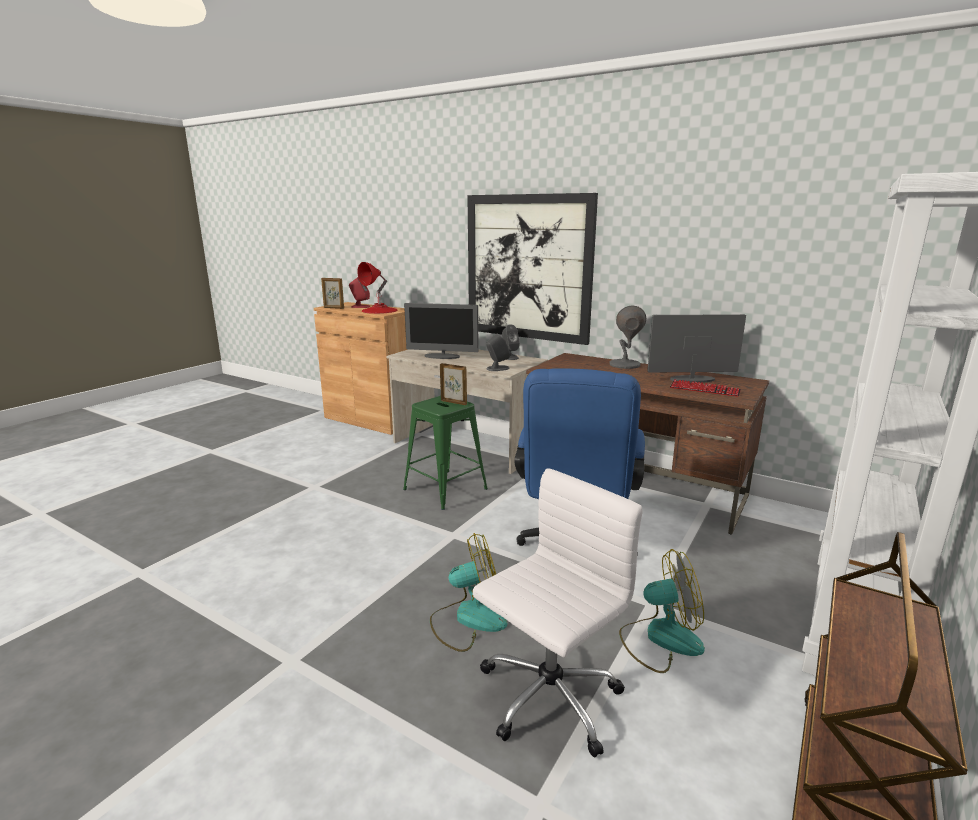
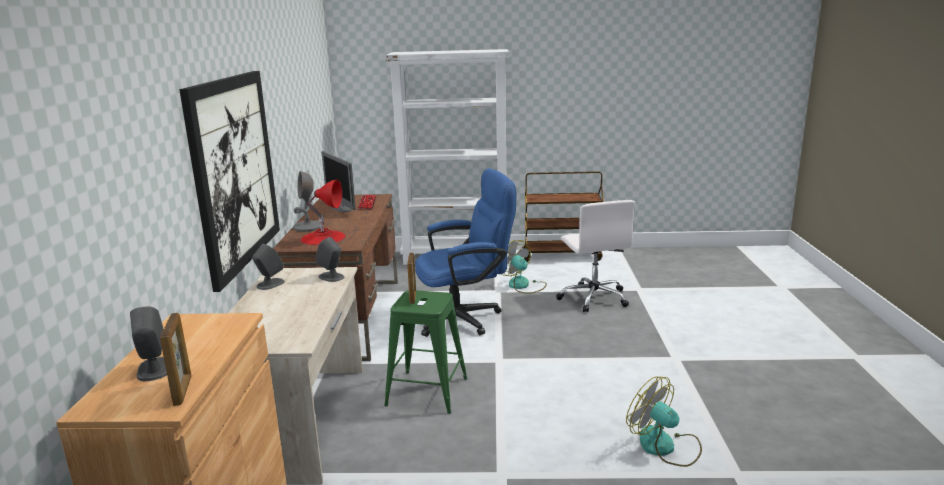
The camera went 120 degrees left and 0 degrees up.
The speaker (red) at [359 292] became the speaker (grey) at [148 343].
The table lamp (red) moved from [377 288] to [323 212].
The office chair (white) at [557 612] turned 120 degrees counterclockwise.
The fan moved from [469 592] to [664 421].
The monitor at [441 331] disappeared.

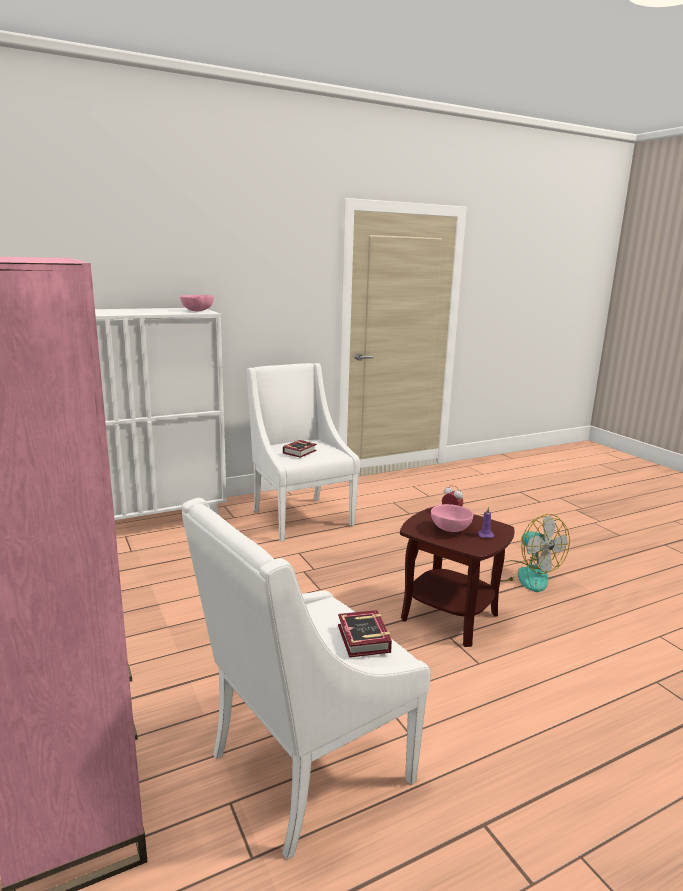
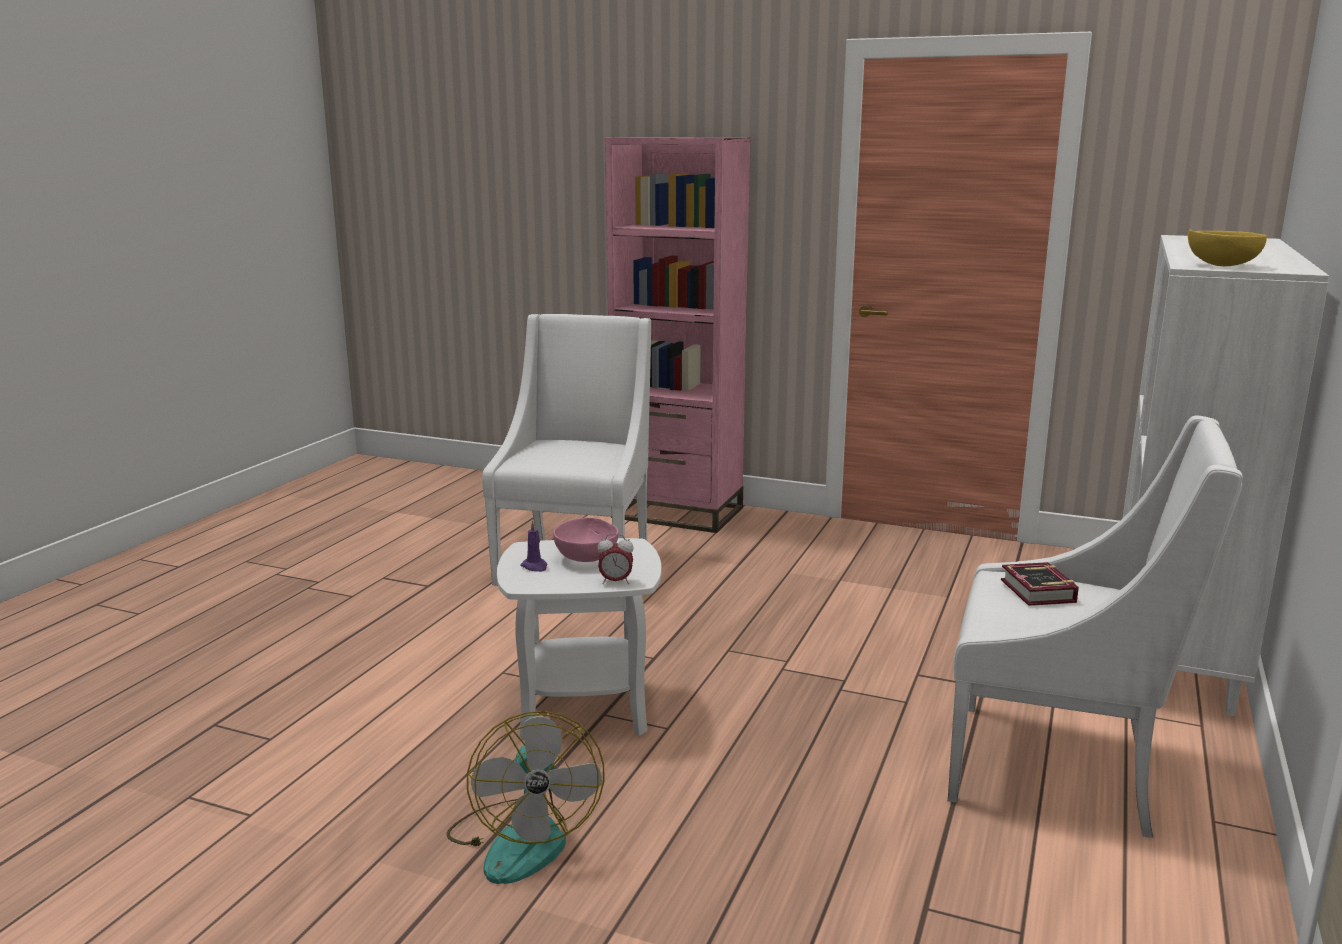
The camera went 140 degrees right and 0 degrees up.
The fan at [530 553] turned 120 degrees counterclockwise.
The side table (brown) at [457 576] became the side table (white) at [579 638].
The bowl (pink) at [197 303] became the bowl (yellow) at [1227 247].
The book at [365 634] disappeared.

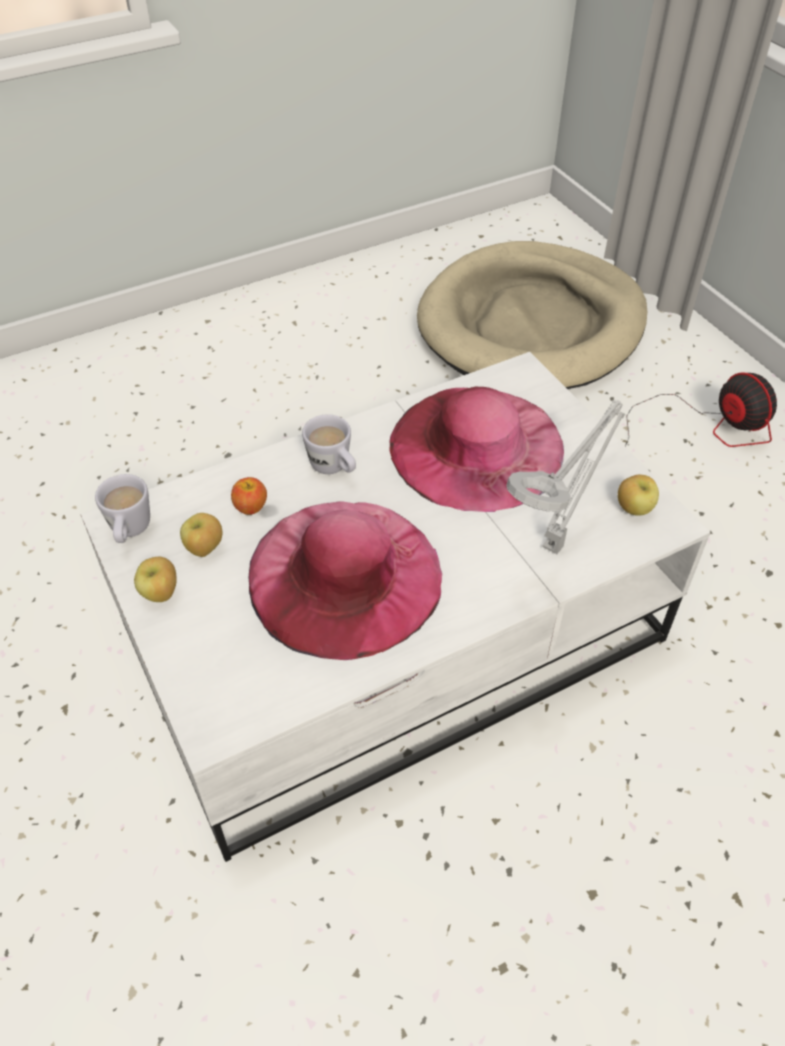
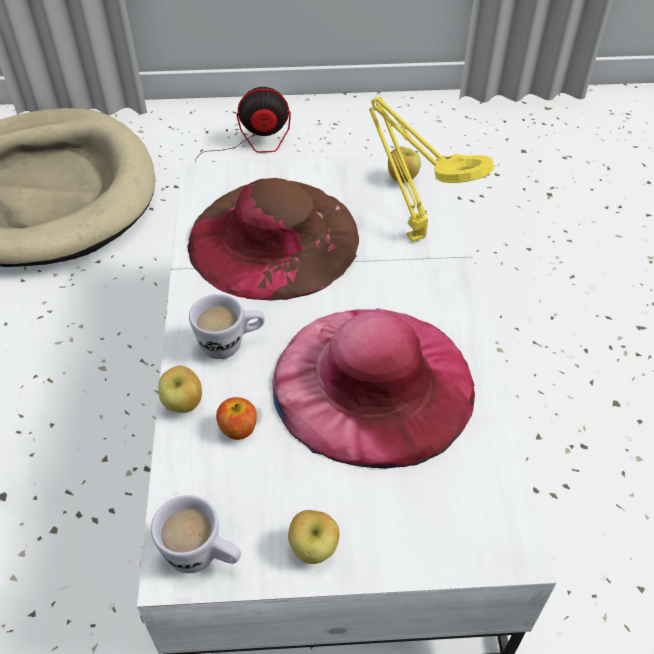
The camera went 65 degrees left and 0 degrees up.
The apple moved from [201 535] to [180 389].
The hat (pink) at [477 449] became the hat (brown) at [273 239].
The table lamp (grey) at [565 477] became the table lamp (yellow) at [431 169].

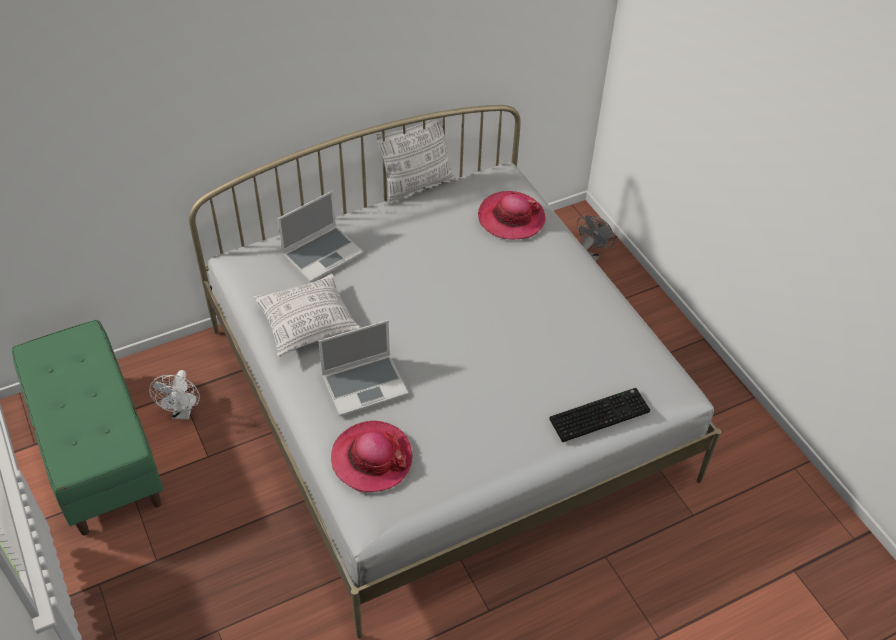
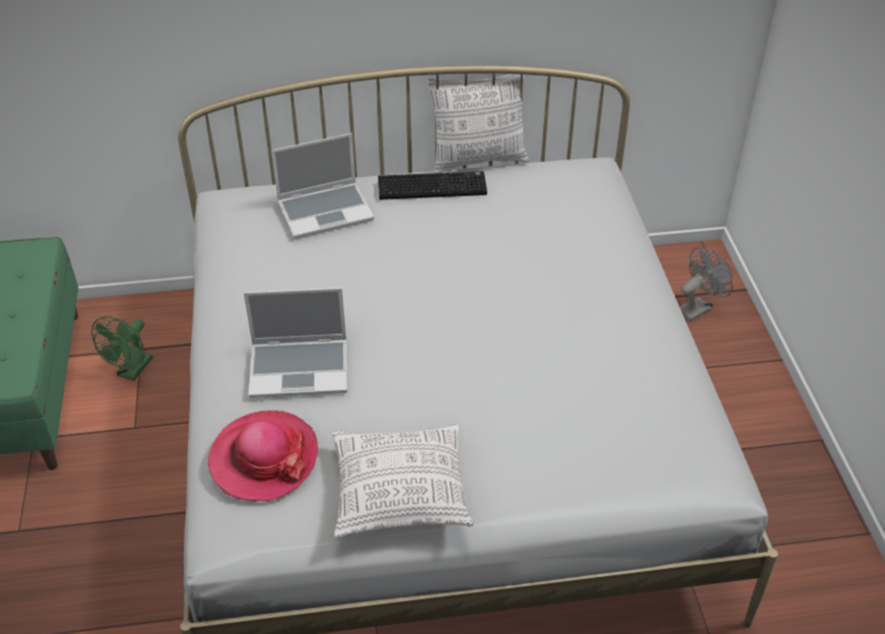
The camera went 20 degrees right and 5 degrees down.
The fan (white) at [174 395] became the fan (green) at [122 348].
The pillow moved from [307 315] to [403 480].
The keyboard moved from [599 415] to [432 185].
The hat at [512 215] disappeared.

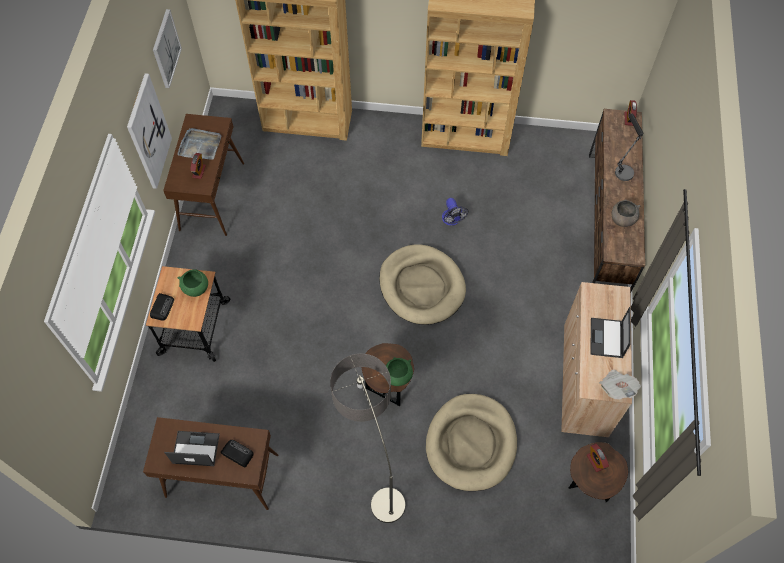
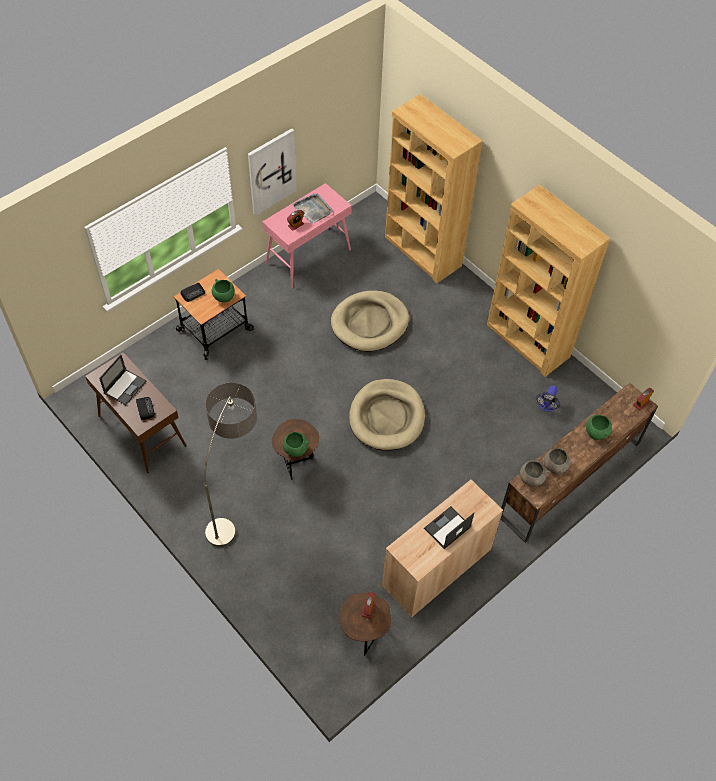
The camera went 40 degrees right and 5 degrees down.
The laptop at [192 448] turned 75 degrees clockwise.
The console table (brown) at [203 175] became the console table (pink) at [307 235].
The dog bed (beige) moved from [471 442] to [370 321].
The bowl (grey) at [534 474] appeared.
The fan moved from [455 212] to [548 398].
The table lamp at [629 147] was replaced by the bowl (green) at [599 427].
The picture at [167 48] disappeared.
The newspaper at [620 385] disappeared.

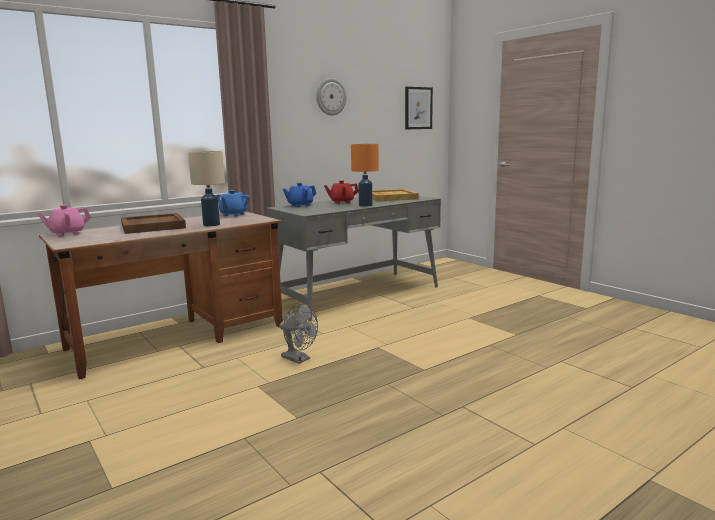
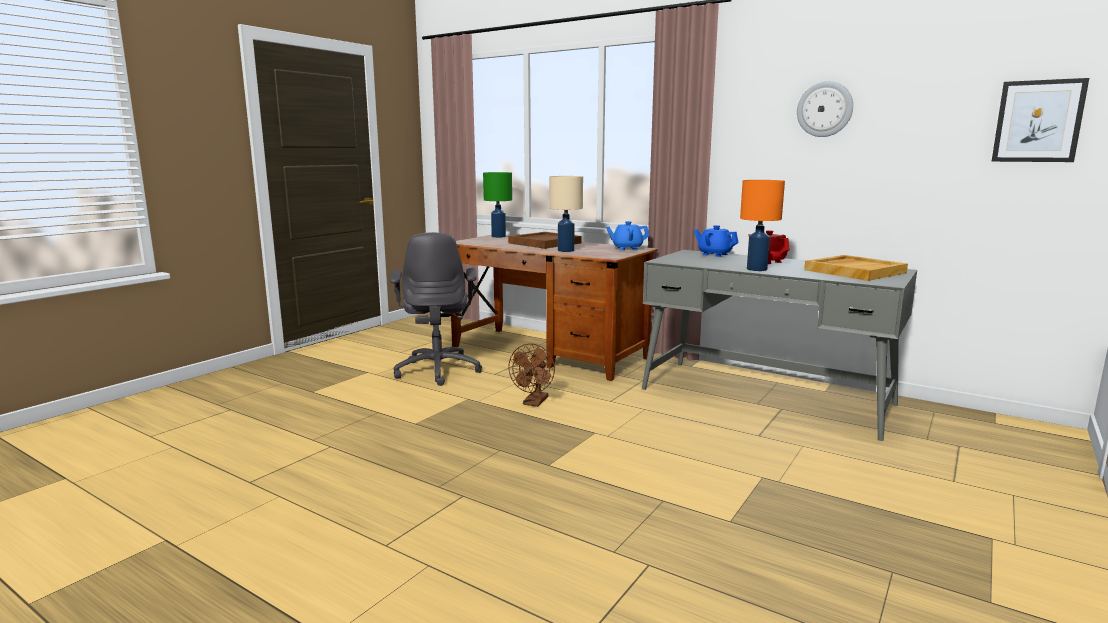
The camera went 70 degrees right and 0 degrees up.
The office chair (grey) at [436 309] appeared.
The teapot (pink) at [64 221] was replaced by the table lamp (green) at [497 205].
The fan (grey) at [298 334] became the fan (brown) at [531 375].

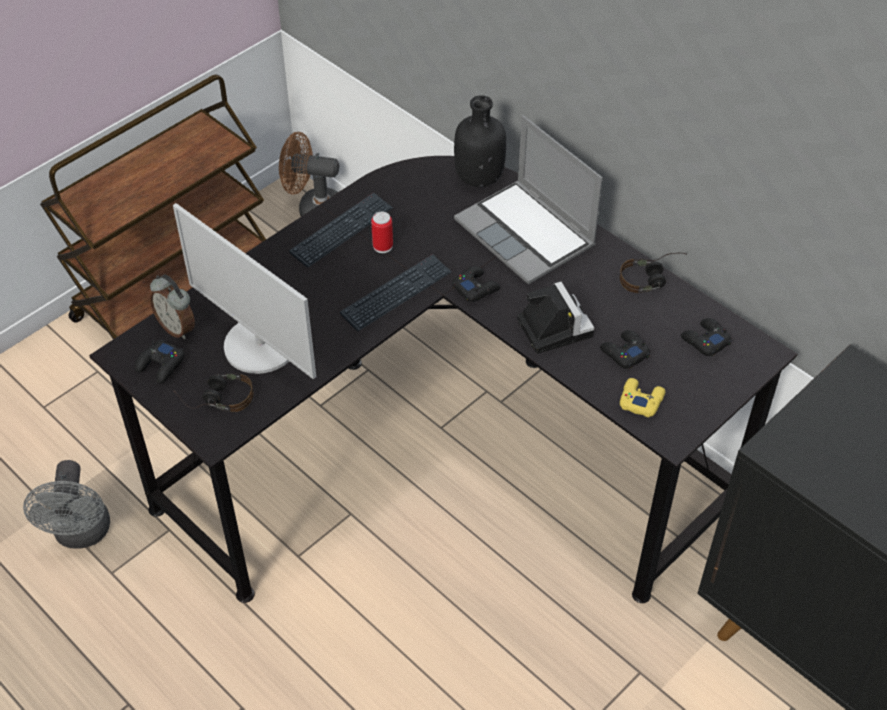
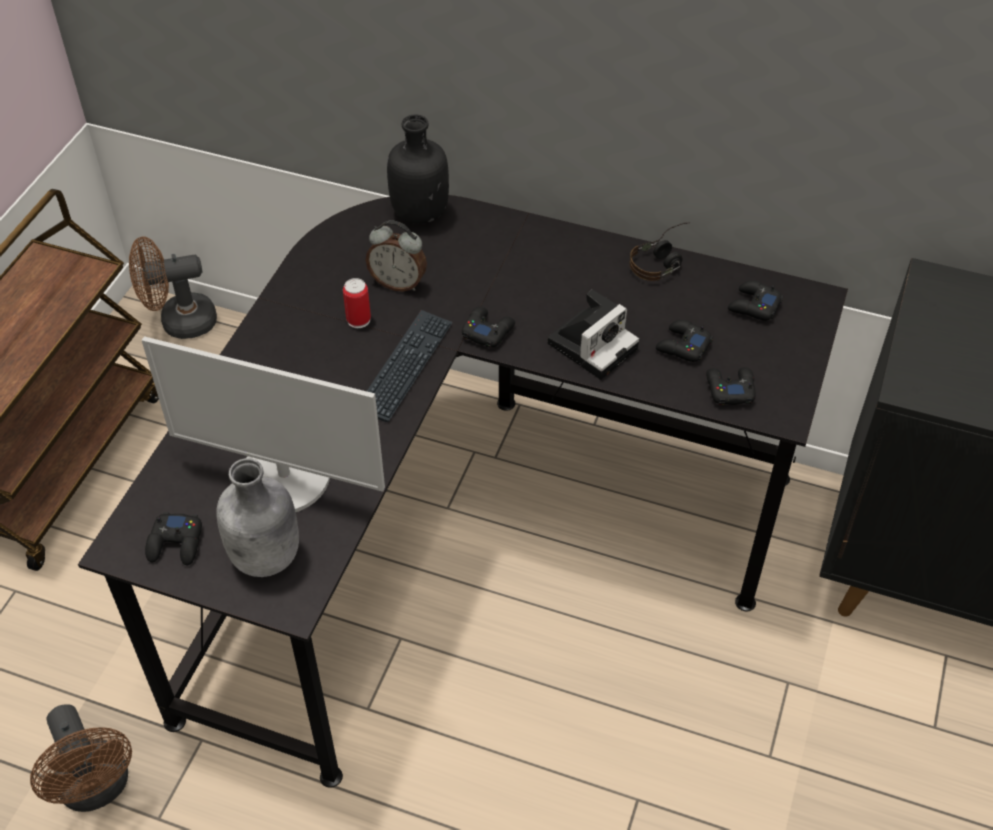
The camera went 25 degrees left and 0 degrees up.
The fan (grey) at [66 504] became the fan (brown) at [81 758].
The headphones at [213 392] was replaced by the bottle (grey) at [257 517].
The alarm clock moved from [172 307] to [396 256].
The photo camera at [556 317] turned 90 degrees clockwise.
The game controller (yellow) at [642 398] became the game controller (black) at [731 386].
The keyboard at [341 229] disappeared.
The laptop at [528 200] disappeared.

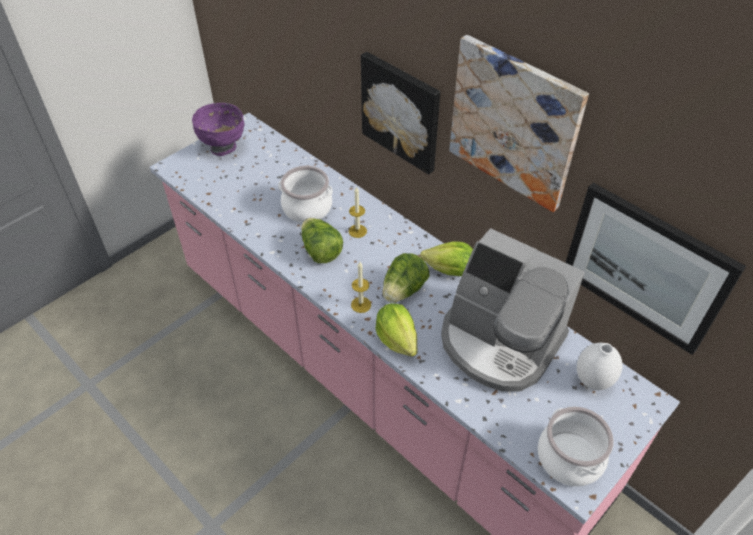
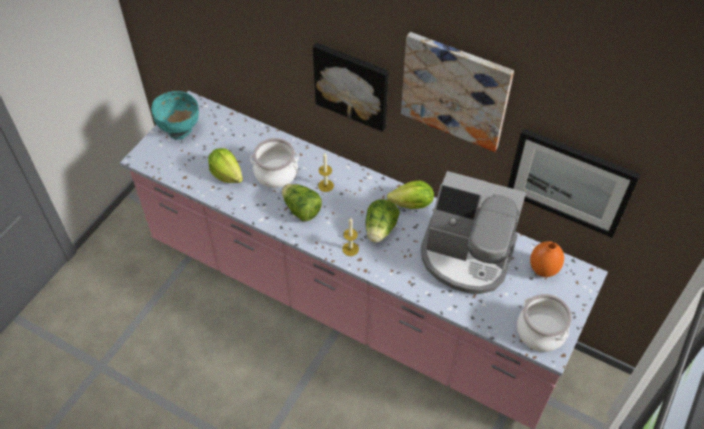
The camera went 15 degrees left and 5 degrees up.
The bowl (purple) at [218 129] became the bowl (turquoise) at [175 115].
The lettuce moved from [397 330] to [225 165].
The vase (white) at [599 366] became the vase (orange) at [547 259].

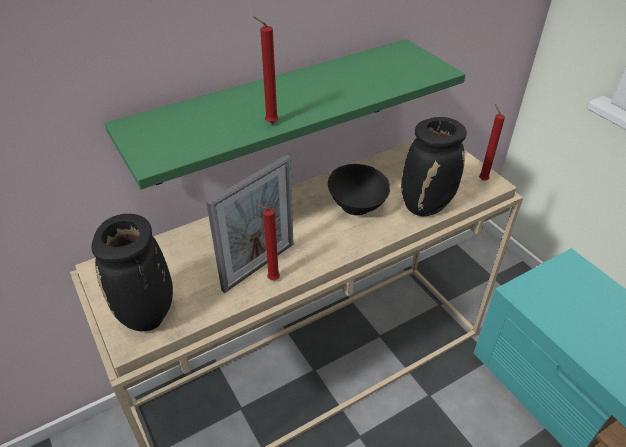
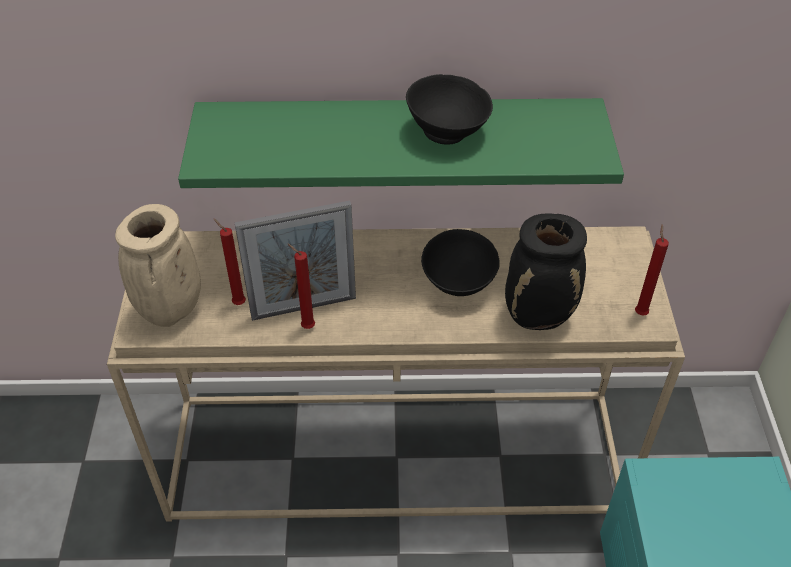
The camera went 30 degrees right and 5 degrees up.
The vase (black) at [132 272] became the vase (beige) at [158 265].
The candle (red) moved from [265 69] to [230 262].
The bowl (black) at [449 109] appeared.

